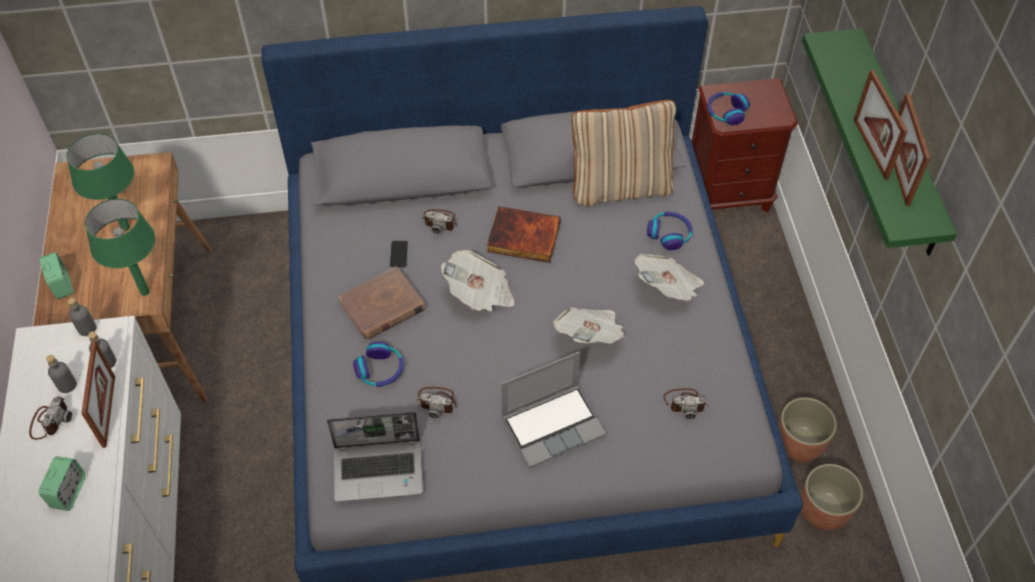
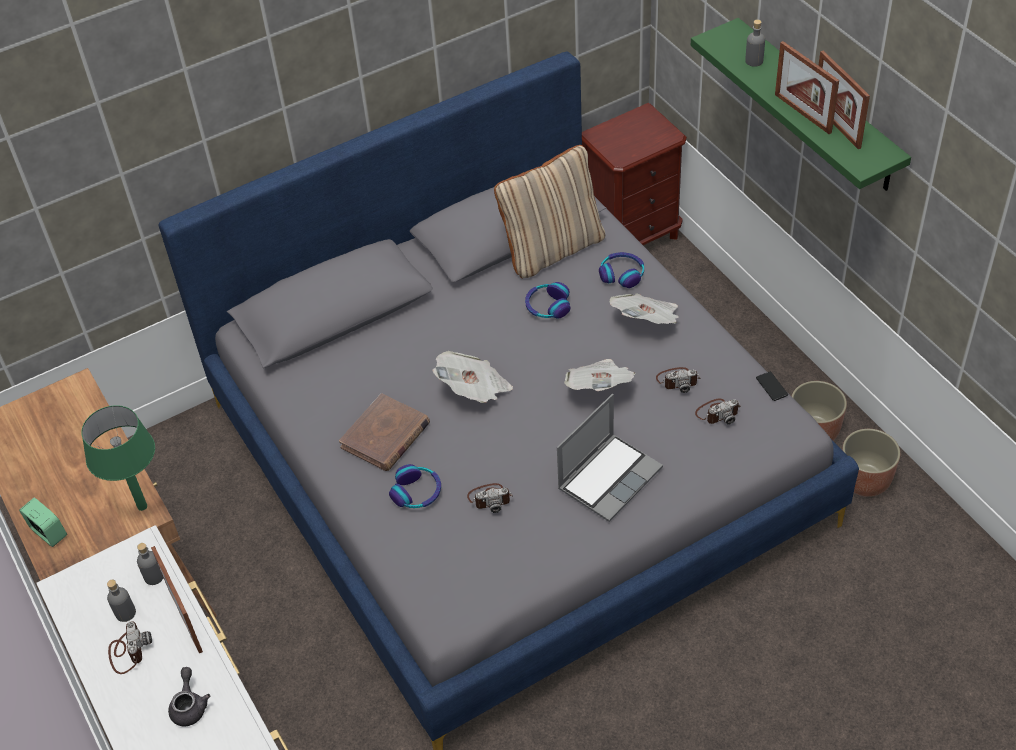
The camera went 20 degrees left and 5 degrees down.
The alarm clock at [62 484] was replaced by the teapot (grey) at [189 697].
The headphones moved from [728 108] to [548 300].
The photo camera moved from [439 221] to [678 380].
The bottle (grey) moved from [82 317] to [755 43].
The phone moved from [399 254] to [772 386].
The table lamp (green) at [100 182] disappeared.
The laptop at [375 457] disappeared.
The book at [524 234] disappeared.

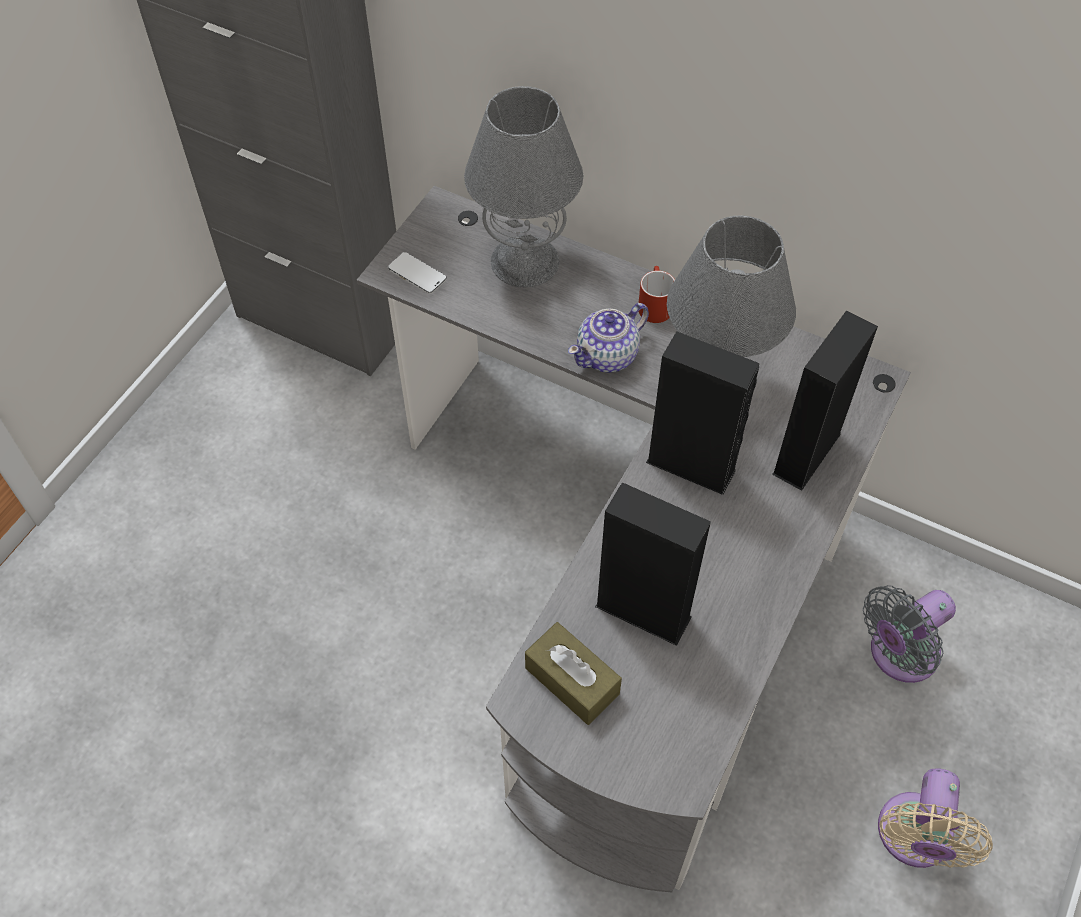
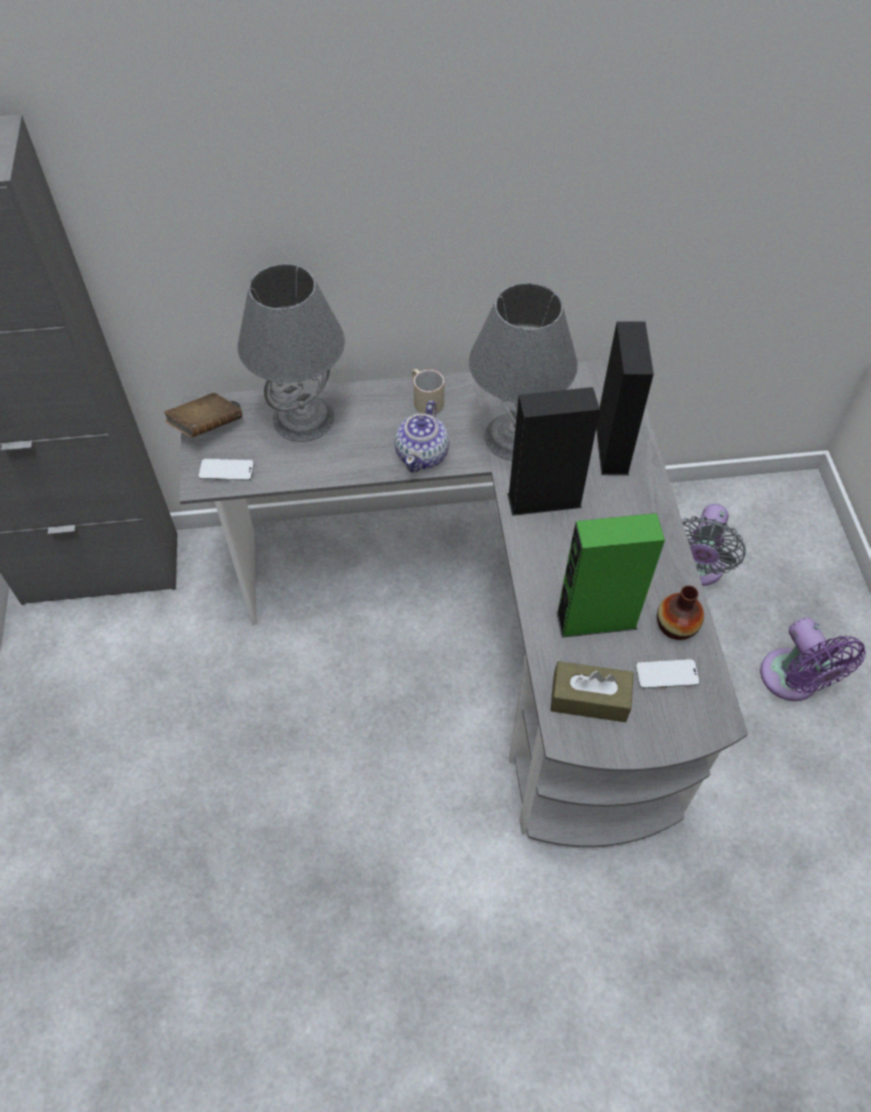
The camera went 35 degrees left and 0 degrees up.
The book (brown) at [203 415] appeared.
The mug (red) at [656 294] became the mug (beige) at [428 391].
The speaker (black) at [653 564] became the speaker (green) at [610 575].
The phone at [667 674] appeared.
The vase at [680 612] appeared.
The fan (beige) at [935 818] became the fan (purple) at [813 659].

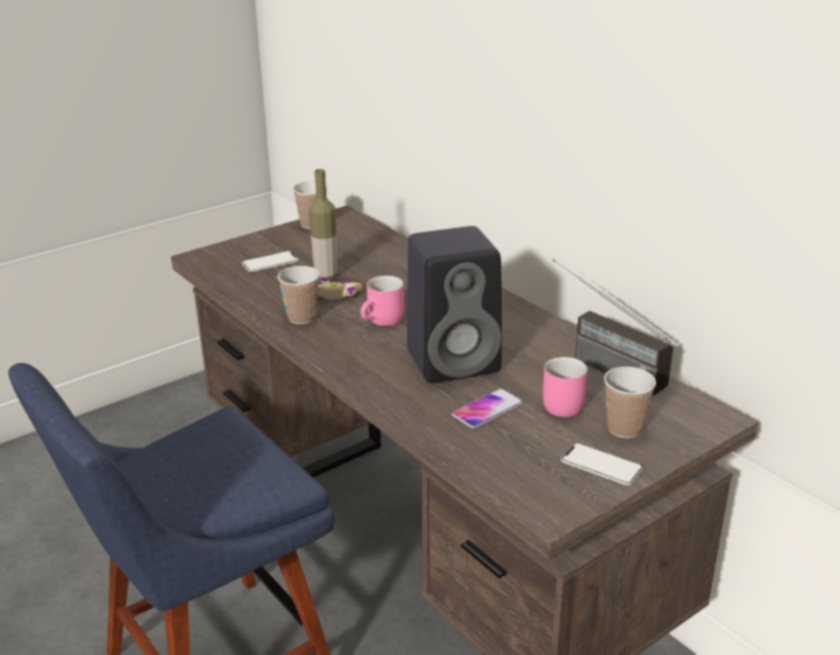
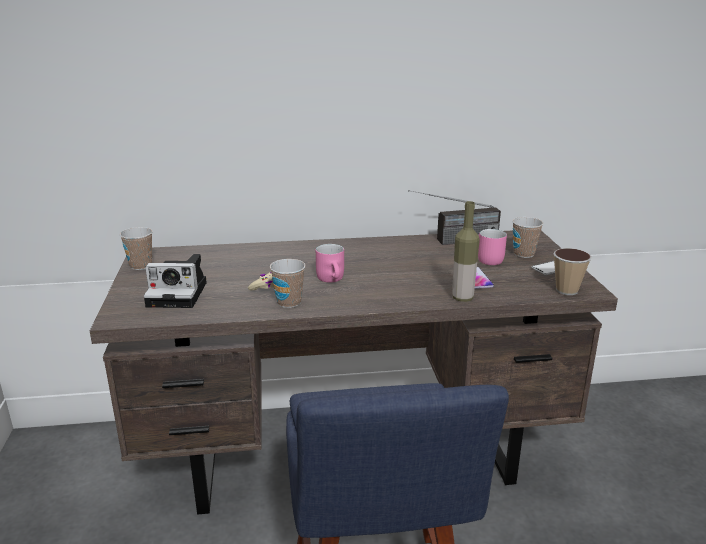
The camera went 60 degrees left and 5 degrees down.
The phone at [270 261] was replaced by the photo camera at [175 281].
The bottle moved from [323 224] to [466 251].
The cup at [572 271] appeared.
The speaker (black) at [454 304] disappeared.

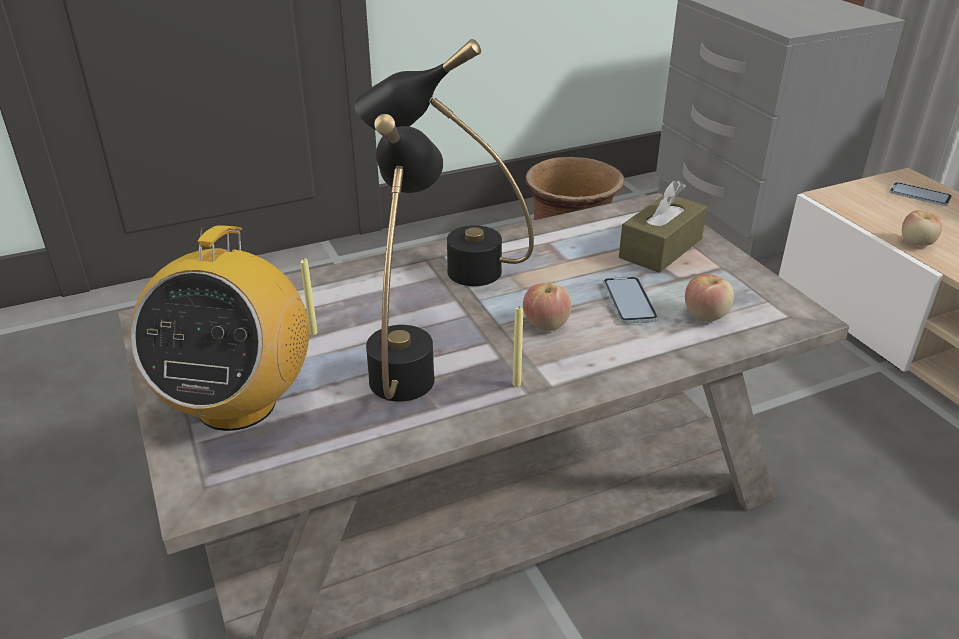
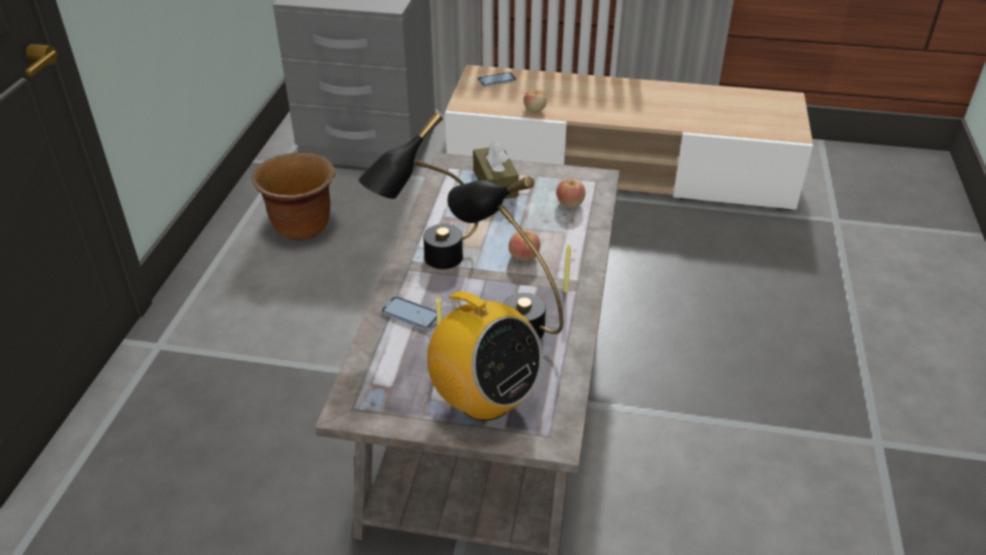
The camera went 55 degrees left and 5 degrees up.
The phone moved from [630 300] to [409 313].

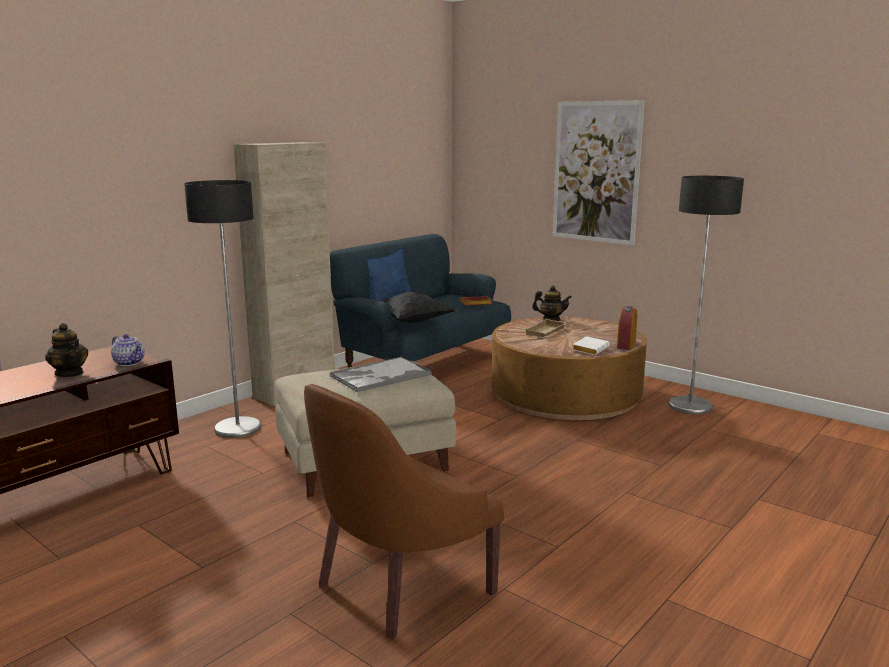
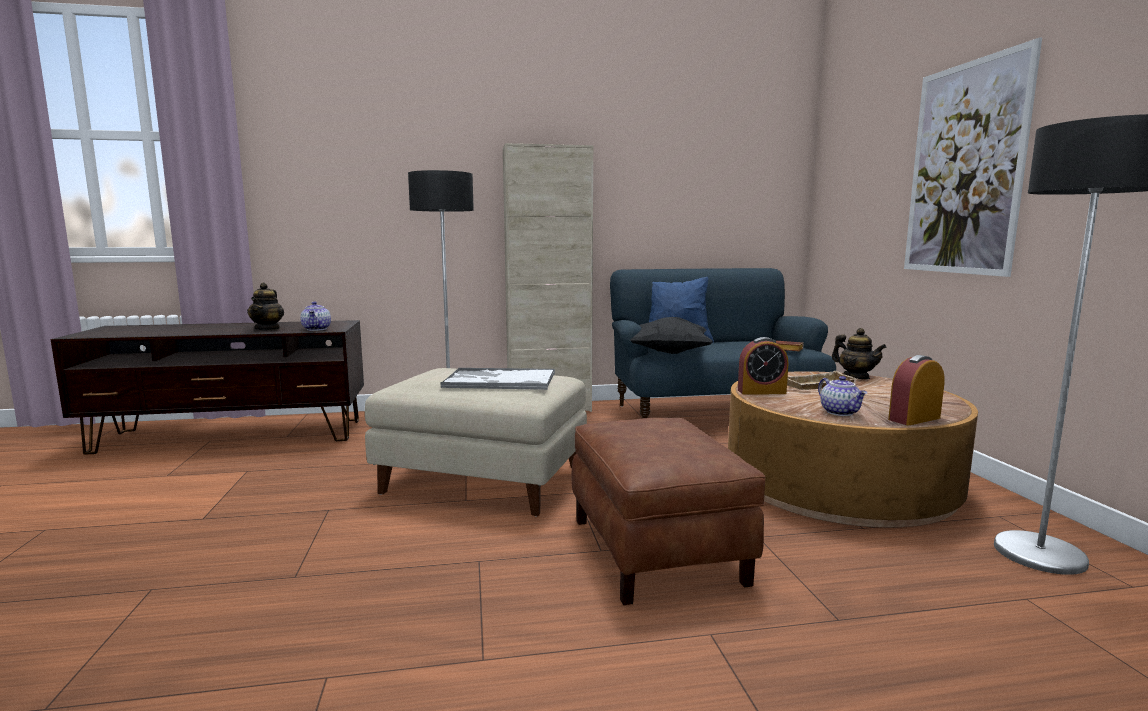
The camera went 40 degrees right and 5 degrees down.
The ottoman (brown) at [669 511] appeared.
The alarm clock at [763 366] appeared.
The book (white) at [591 345] was replaced by the teapot at [842 396].
The armchair (brown) at [404 512] disappeared.

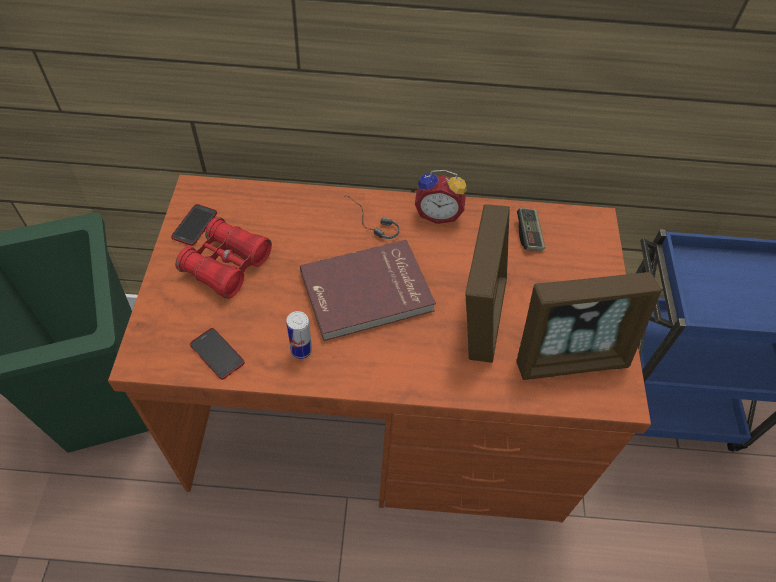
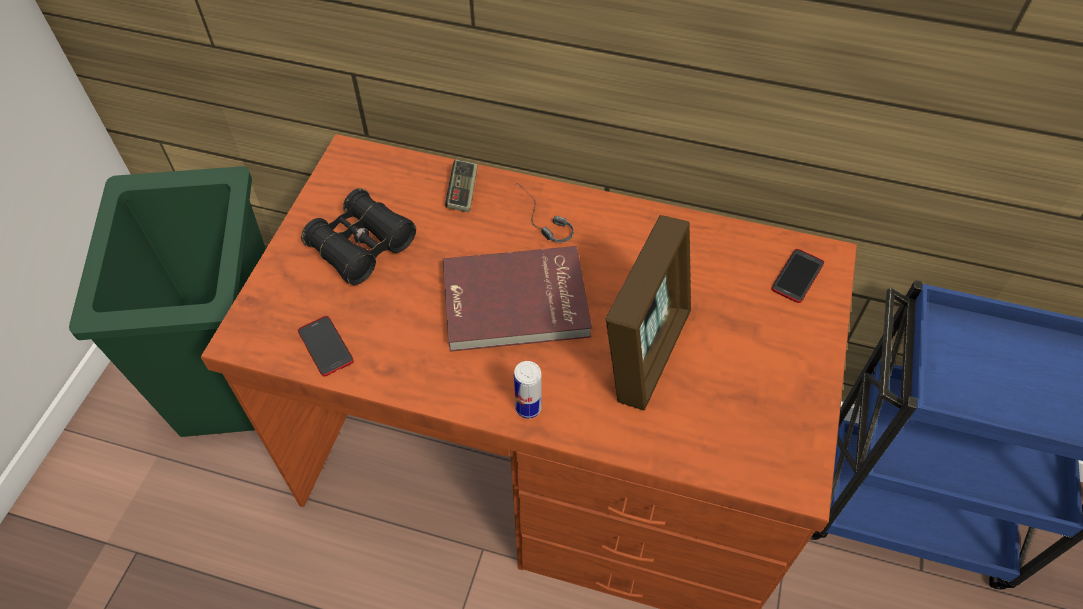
The camera went 15 degrees right and 0 degrees up.
The binoculars (red) at [223 258] became the binoculars (black) at [358 236].
The game controller moved from [531 229] to [461 186].
The can moved from [299 335] to [528 390].
The phone moved from [194 225] to [797 276].
The alarm clock at [441 197] disappeared.
The picture frame at [589 326] disappeared.

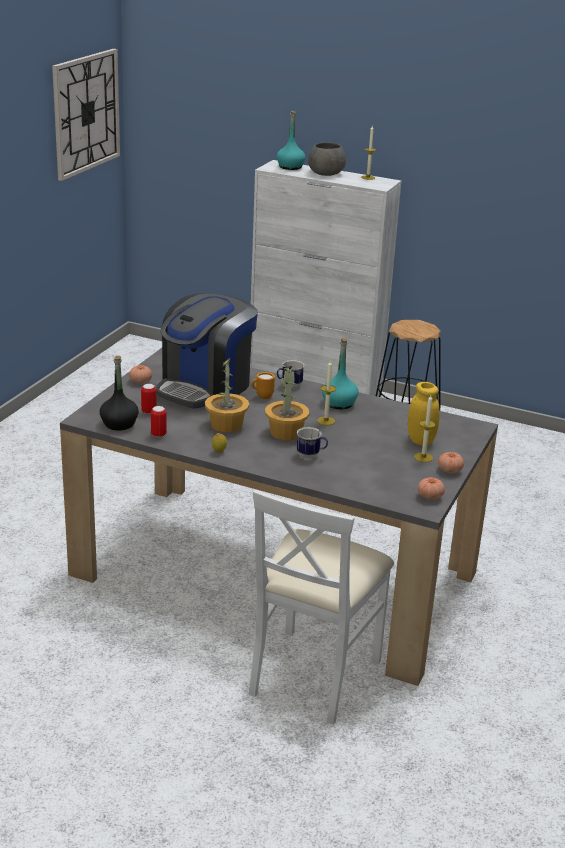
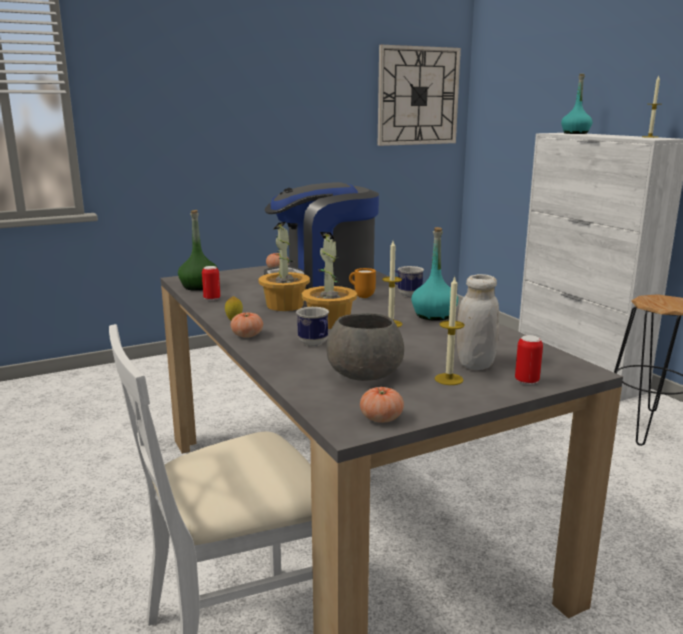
The camera went 40 degrees right and 10 degrees down.
The bottle (black) at [119 393] became the bottle (green) at [198 250].
The tomato moved from [451 462] to [246 325].
The bowl (grey) moved from [327 159] to [365 347].
The jar (yellow) at [424 414] became the jar (white) at [478 322].
The can moved from [148 399] to [529 360].

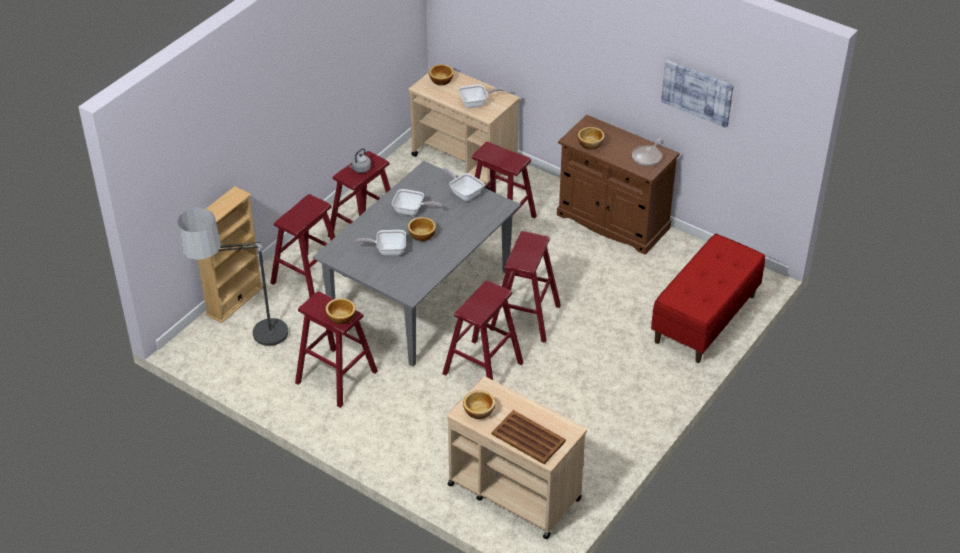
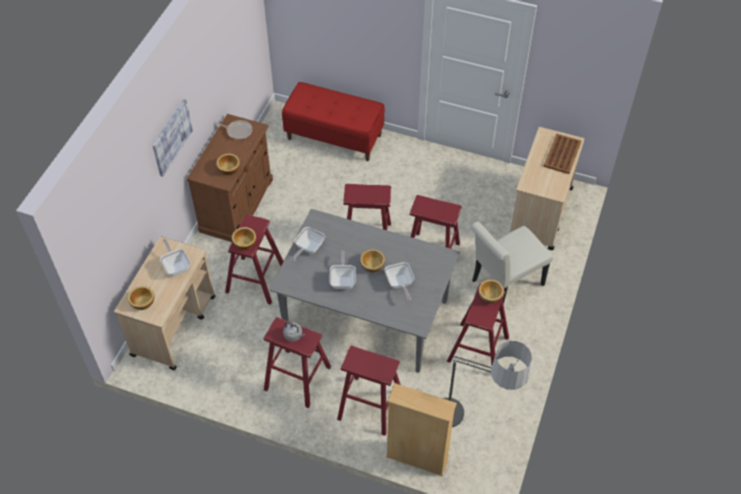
The camera went 105 degrees left and 10 degrees up.
The picture moved from [697 94] to [172 138].
The bowl moved from [479 404] to [244 238].
The chair (white) at [511 263] appeared.

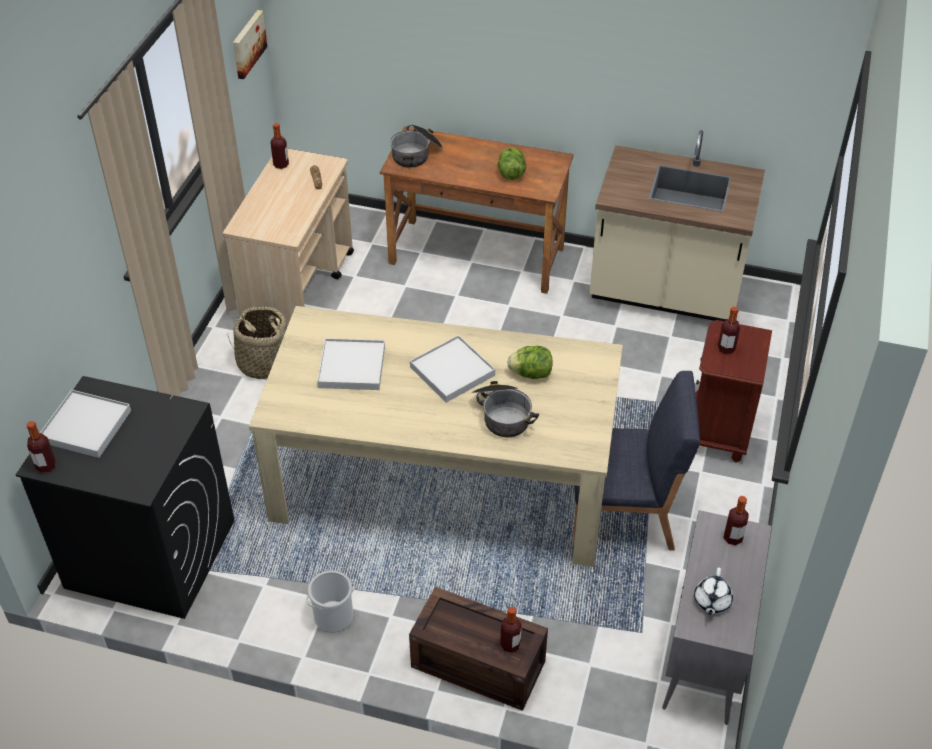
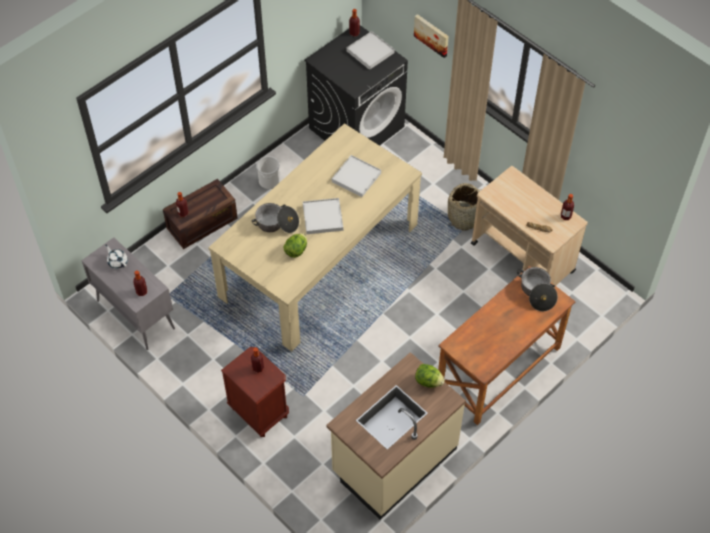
The camera went 120 degrees right and 10 degrees up.
The picture moved from [250 44] to [431 36].
The lettuce moved from [512 164] to [430 376].
The chair (blue) at [636 461] disappeared.

